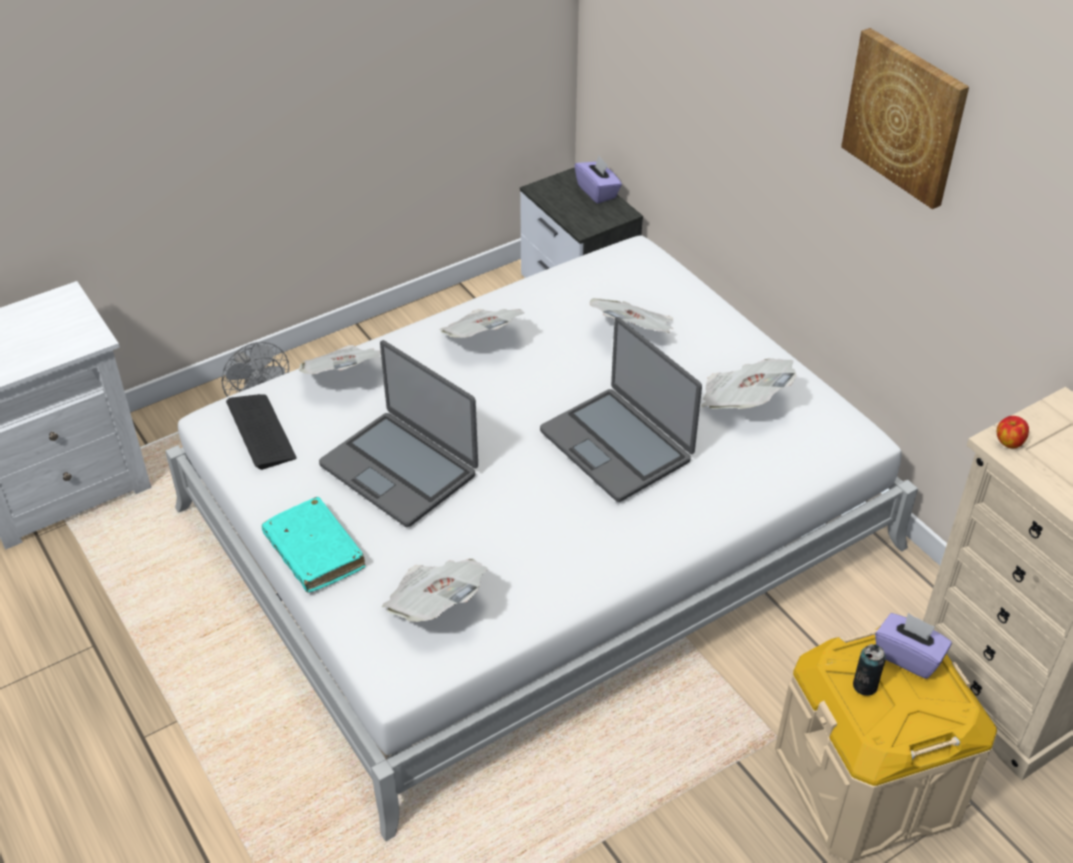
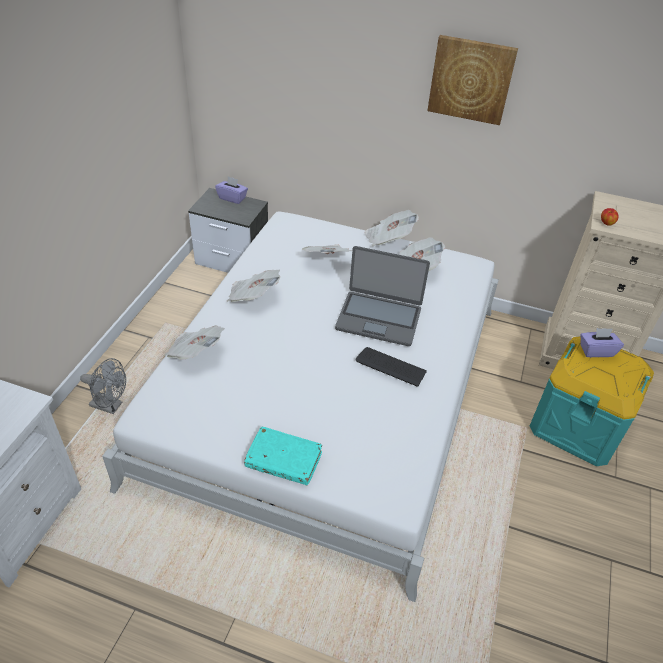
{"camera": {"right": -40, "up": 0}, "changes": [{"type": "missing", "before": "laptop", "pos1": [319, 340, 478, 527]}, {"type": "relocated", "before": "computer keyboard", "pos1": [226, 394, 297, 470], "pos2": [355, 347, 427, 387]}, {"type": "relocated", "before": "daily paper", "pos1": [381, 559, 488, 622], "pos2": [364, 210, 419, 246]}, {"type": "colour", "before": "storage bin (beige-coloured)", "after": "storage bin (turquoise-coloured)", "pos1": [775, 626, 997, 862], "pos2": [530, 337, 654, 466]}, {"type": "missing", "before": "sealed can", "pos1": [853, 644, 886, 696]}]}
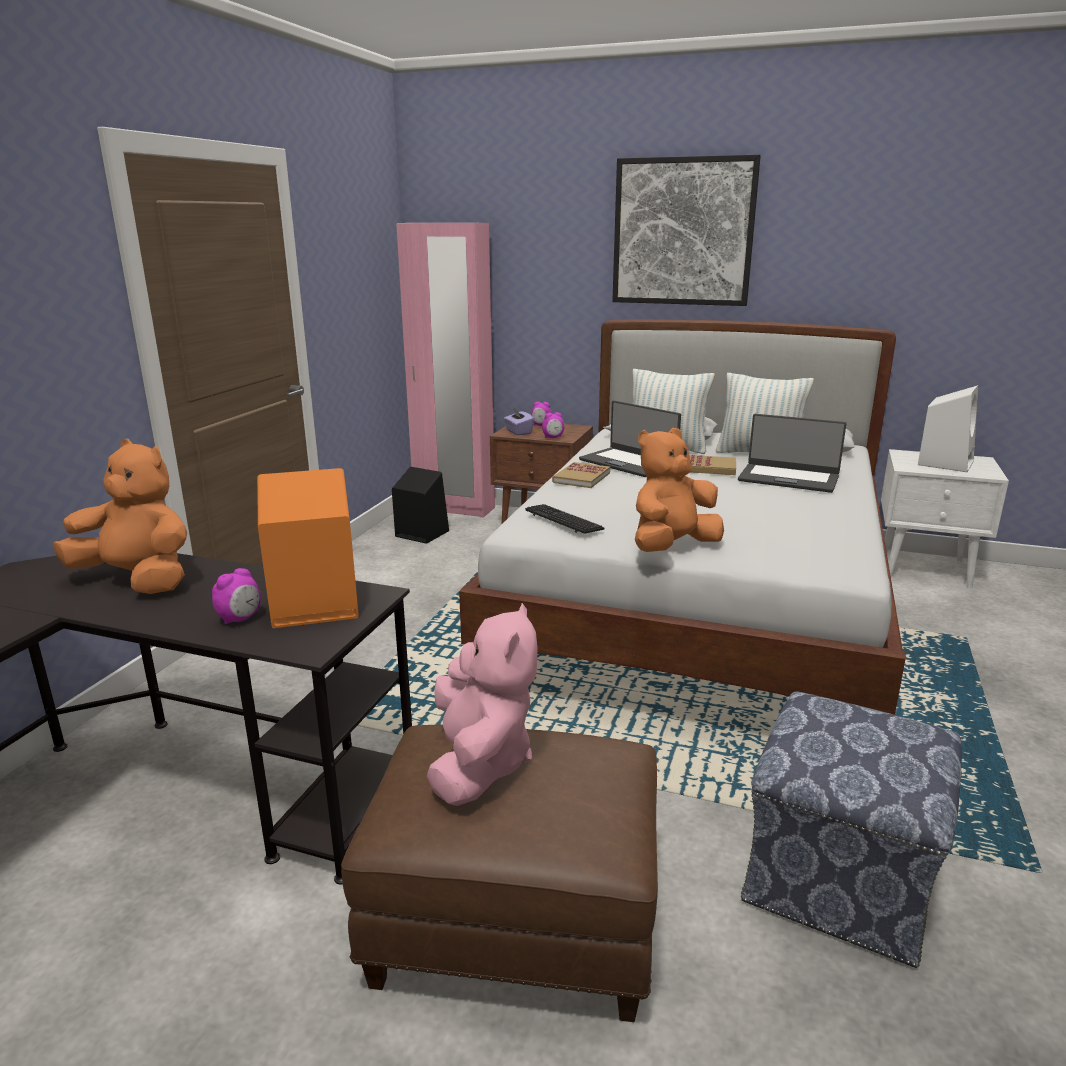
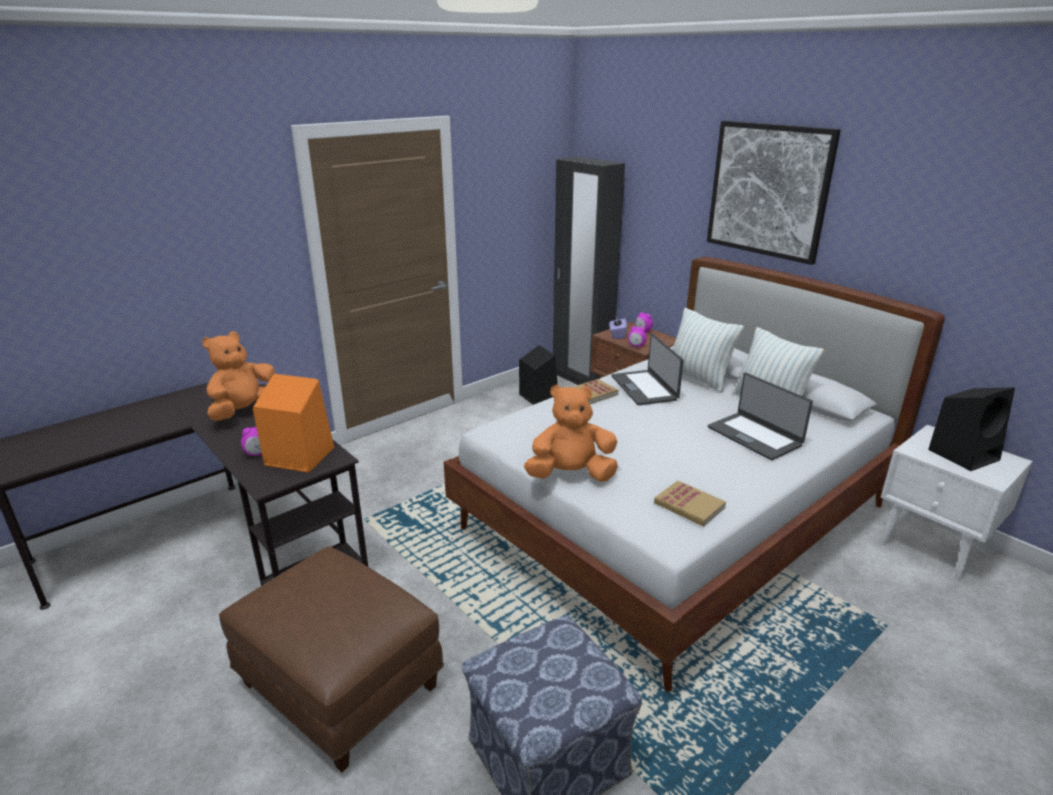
{"camera": {"right": 30, "up": 5}, "changes": [{"type": "colour", "before": "armoire (pinkish)", "after": "armoire (black-coloured)", "pos1": [396, 223, 495, 517], "pos2": [553, 157, 625, 385]}, {"type": "colour", "before": "audio speaker (white-coloured)", "after": "audio speaker (black-coloured)", "pos1": [918, 385, 978, 472], "pos2": [928, 387, 1015, 471]}, {"type": "spun", "before": "plush toy (orangey)", "pos1": [53, 438, 187, 594], "pos2": [202, 332, 274, 421], "turn": -105}, {"type": "relocated", "before": "bound book", "pos1": [689, 455, 736, 475], "pos2": [654, 480, 726, 527]}, {"type": "missing", "before": "computer keyboard", "pos1": [525, 504, 604, 534]}, {"type": "missing", "before": "plush toy (pinkish)", "pos1": [426, 603, 538, 806]}]}
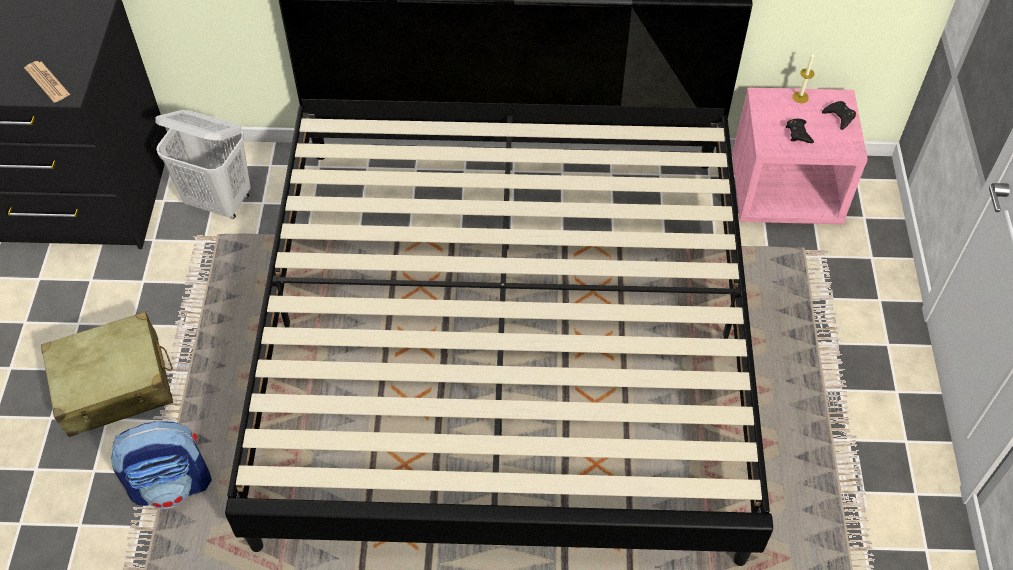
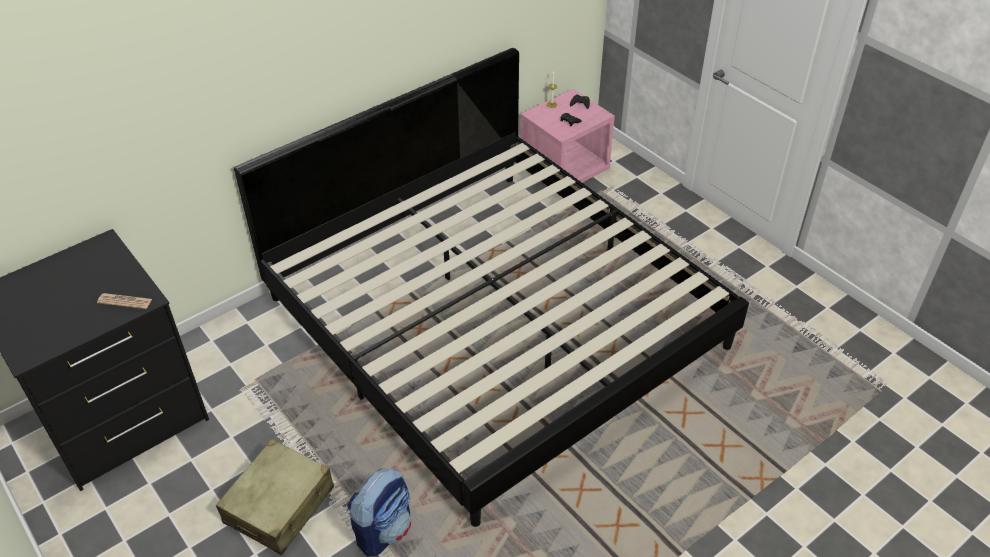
{"camera": {"right": -40, "up": -10}, "changes": [{"type": "missing", "before": "washing basket (white-coloured)", "pos1": [156, 110, 251, 219]}]}
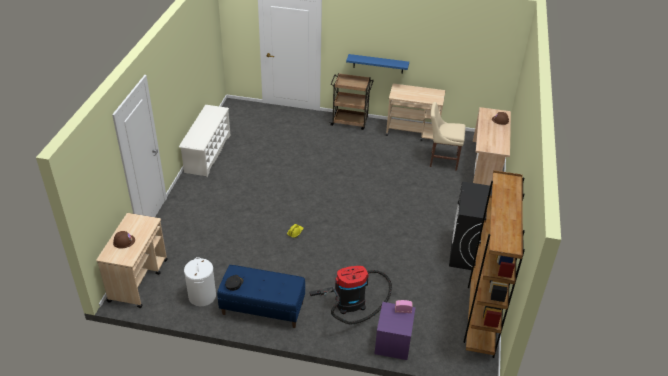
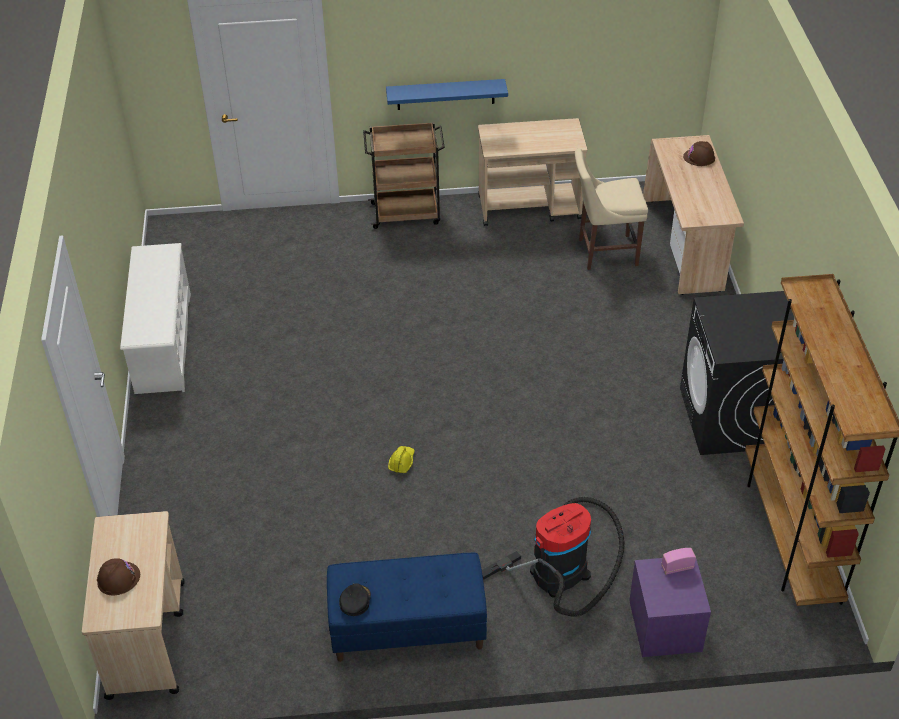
{"camera": {"right": -15, "up": 5}, "changes": [{"type": "missing", "before": "washing basket (white-coloured)", "pos1": [184, 257, 216, 306]}]}
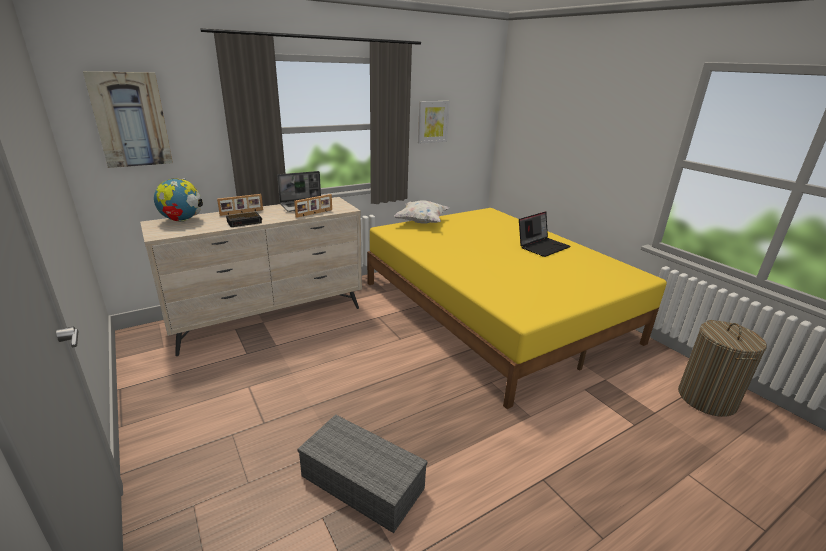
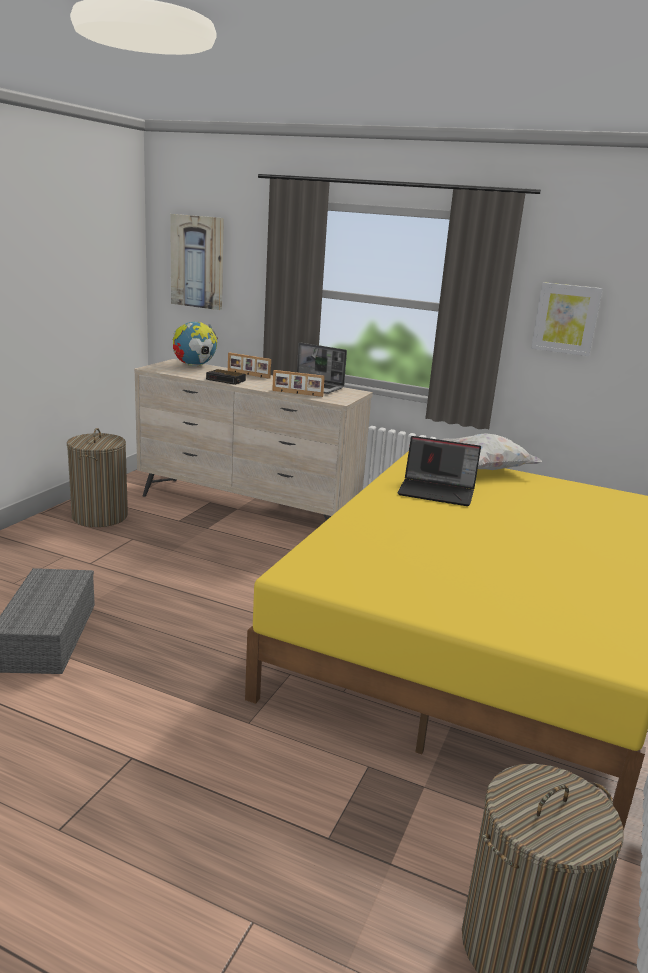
{"camera": {"right": 55, "up": -5}, "changes": [{"type": "relocated", "before": "laptop", "pos1": [519, 211, 570, 257], "pos2": [397, 436, 481, 506]}, {"type": "appeared", "after": "washing basket", "pos2": [67, 428, 128, 527]}]}
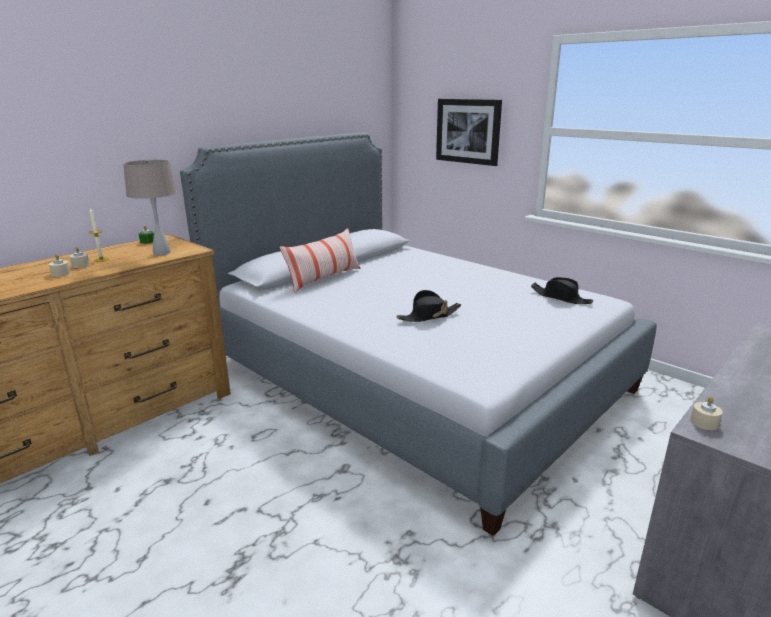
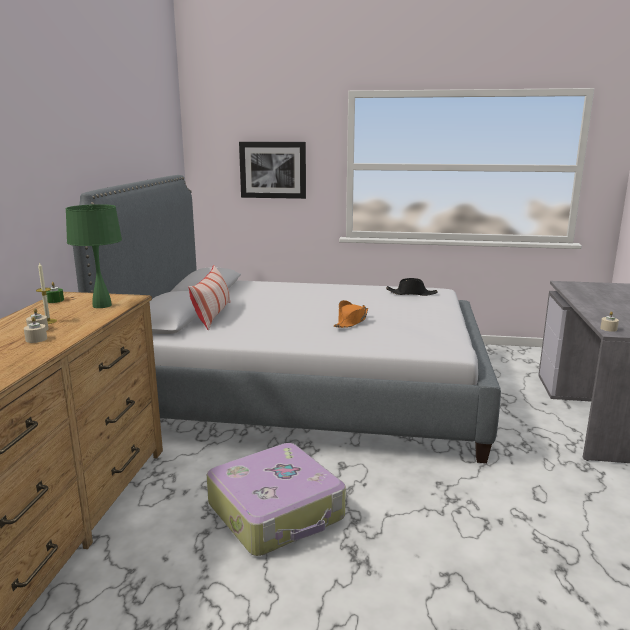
{"camera": {"right": -35, "up": -5}, "changes": [{"type": "colour", "before": "lamp for a table (beige-coloured)", "after": "lamp for a table (green-coloured)", "pos1": [123, 159, 177, 255], "pos2": [65, 204, 122, 308]}, {"type": "colour", "before": "hat (black-coloured)", "after": "hat (orangey)", "pos1": [396, 290, 461, 322], "pos2": [334, 300, 368, 328]}, {"type": "appeared", "after": "suitcase", "pos2": [207, 443, 346, 556]}]}
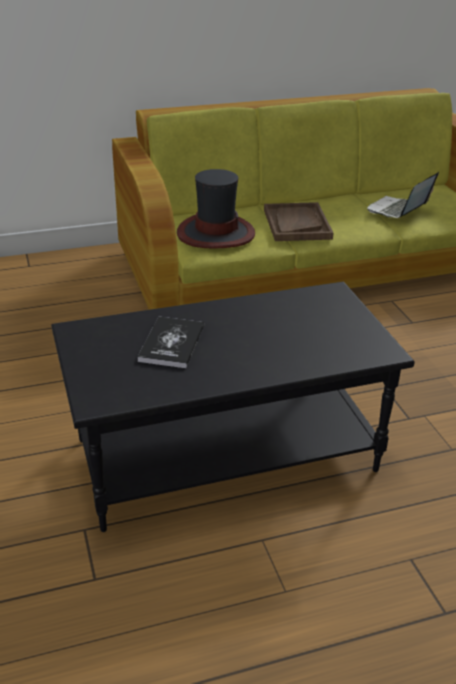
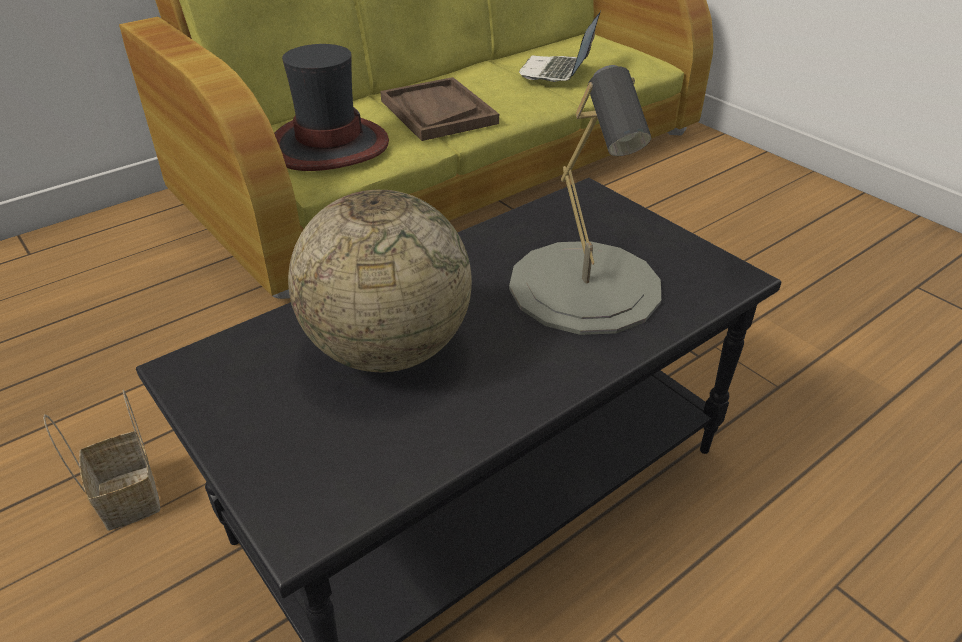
{"camera": {"right": -20, "up": 5}, "changes": [{"type": "exchanged", "before": "bound book", "after": "globe", "pos1": [138, 316, 204, 368], "pos2": [288, 190, 472, 372]}, {"type": "appeared", "after": "lamp for a table (grey)", "pos2": [509, 65, 661, 335]}, {"type": "appeared", "after": "household basket", "pos2": [43, 389, 160, 531]}]}
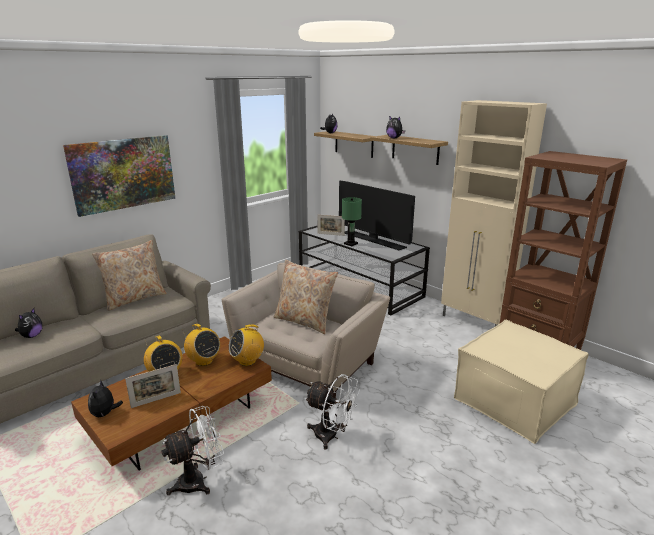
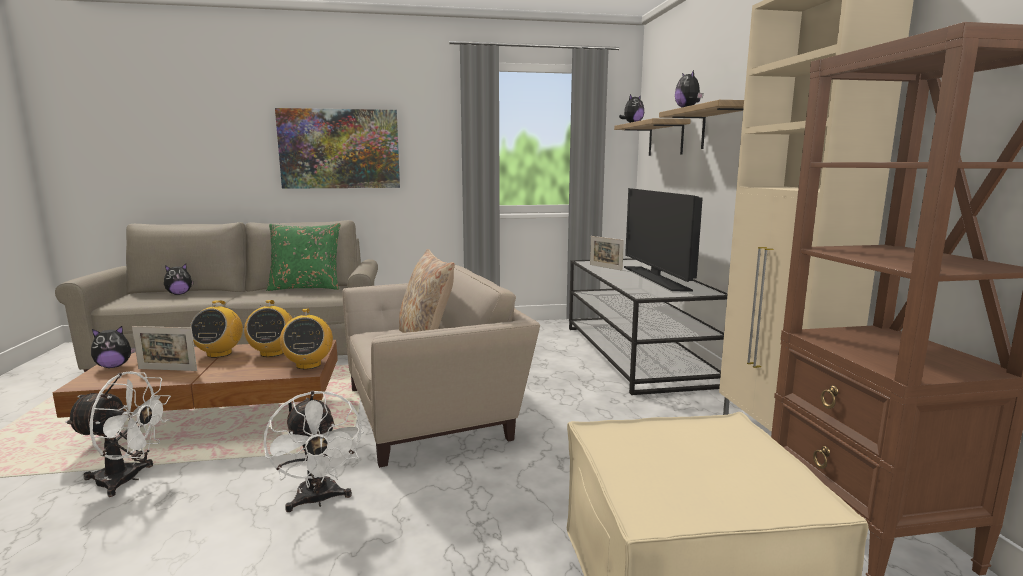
{"camera": {"right": 35, "up": -10}, "changes": [{"type": "missing", "before": "lamp for a table (green-coloured)", "pos1": [342, 197, 362, 246]}, {"type": "colour", "before": "pillow (beige-coloured)", "after": "pillow (green-coloured)", "pos1": [92, 240, 167, 311], "pos2": [266, 223, 341, 291]}, {"type": "spun", "before": "radio", "pos1": [229, 324, 264, 366], "pos2": [280, 309, 333, 370], "turn": -105}, {"type": "spun", "before": "plush toy", "pos1": [88, 379, 123, 417], "pos2": [91, 326, 136, 368], "turn": -150}]}
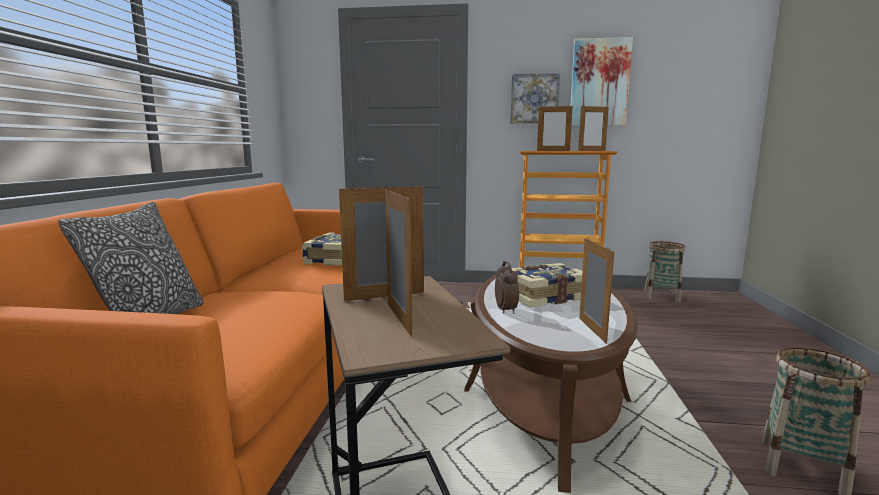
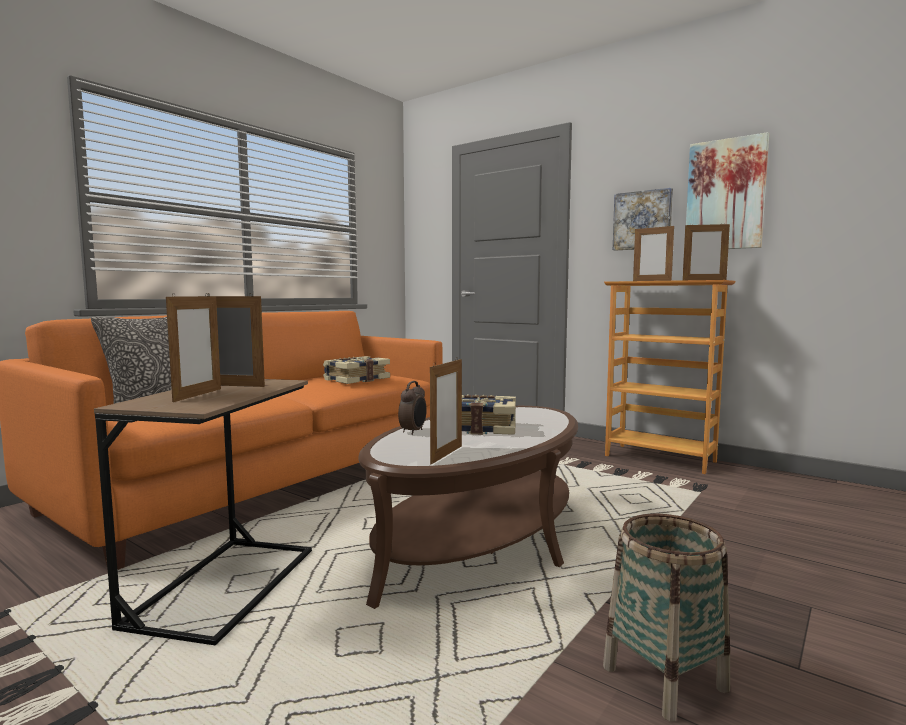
{"camera": {"right": 30, "up": -5}, "changes": [{"type": "missing", "before": "household basket", "pos1": [645, 241, 686, 302]}]}
